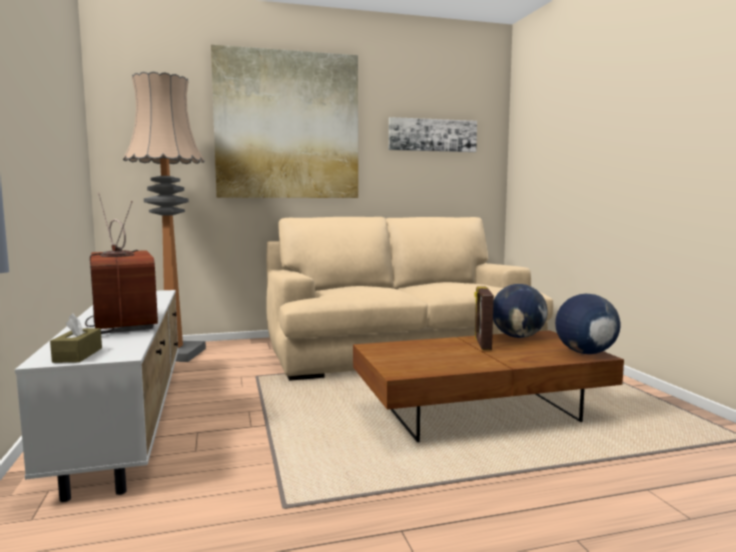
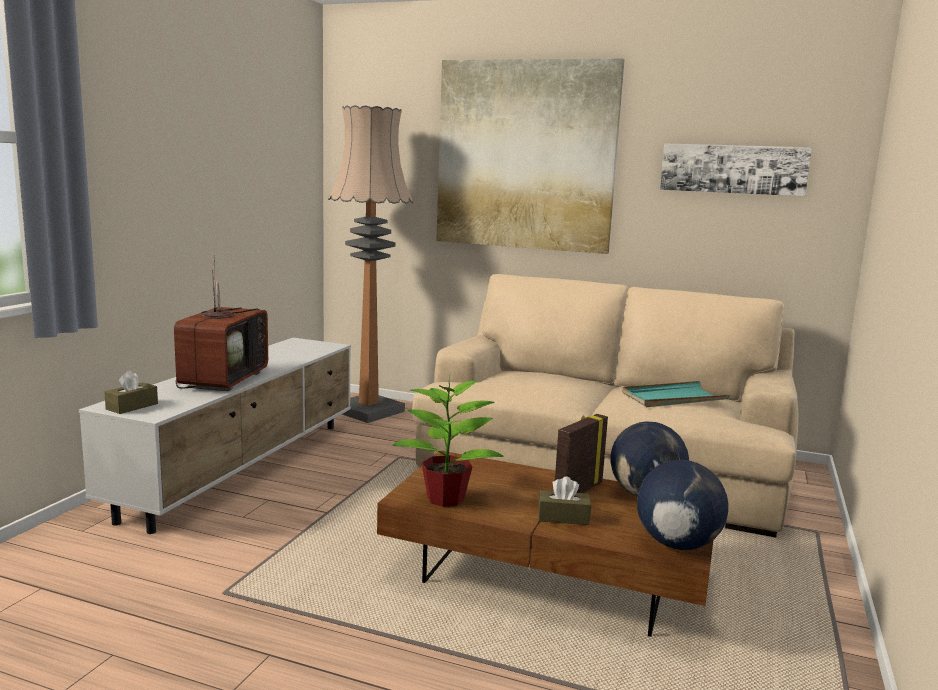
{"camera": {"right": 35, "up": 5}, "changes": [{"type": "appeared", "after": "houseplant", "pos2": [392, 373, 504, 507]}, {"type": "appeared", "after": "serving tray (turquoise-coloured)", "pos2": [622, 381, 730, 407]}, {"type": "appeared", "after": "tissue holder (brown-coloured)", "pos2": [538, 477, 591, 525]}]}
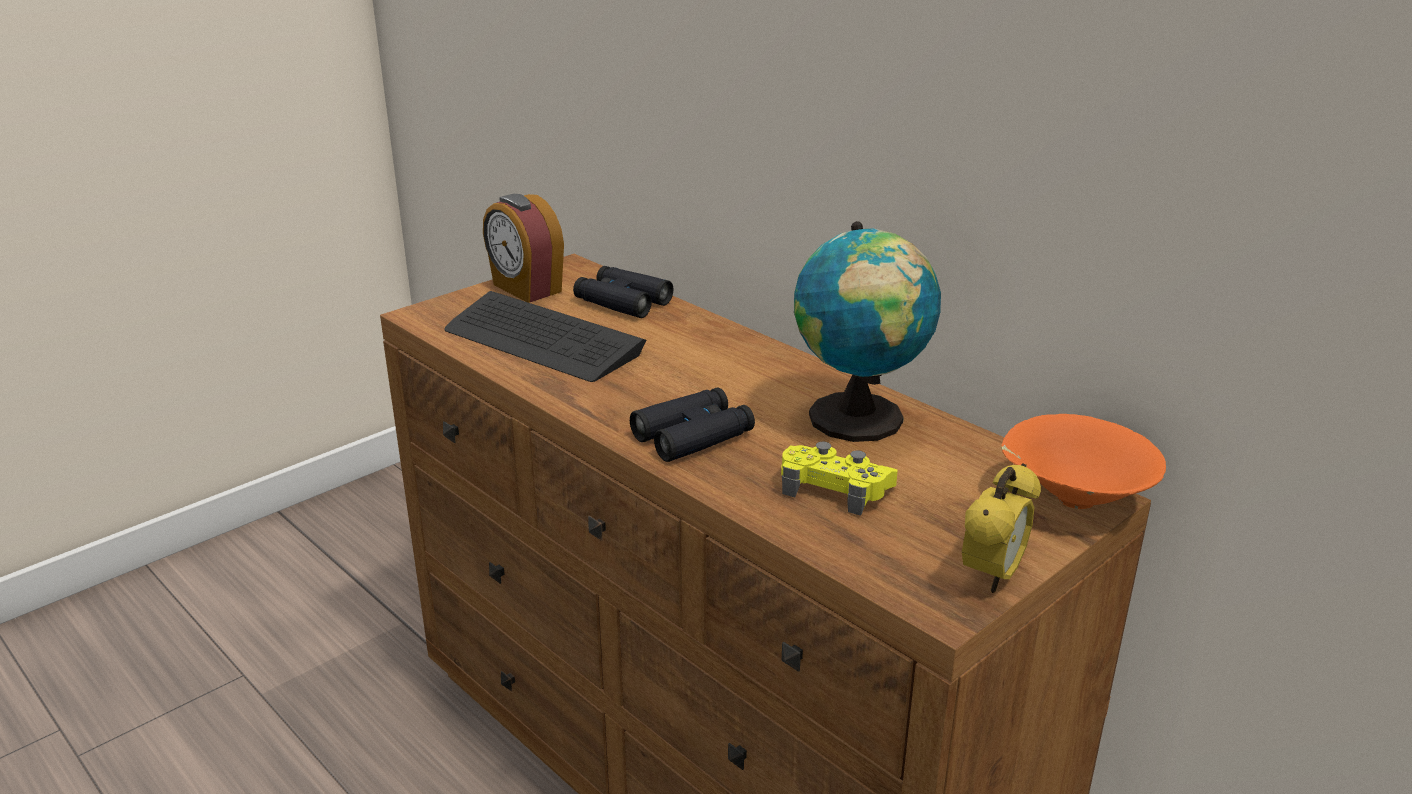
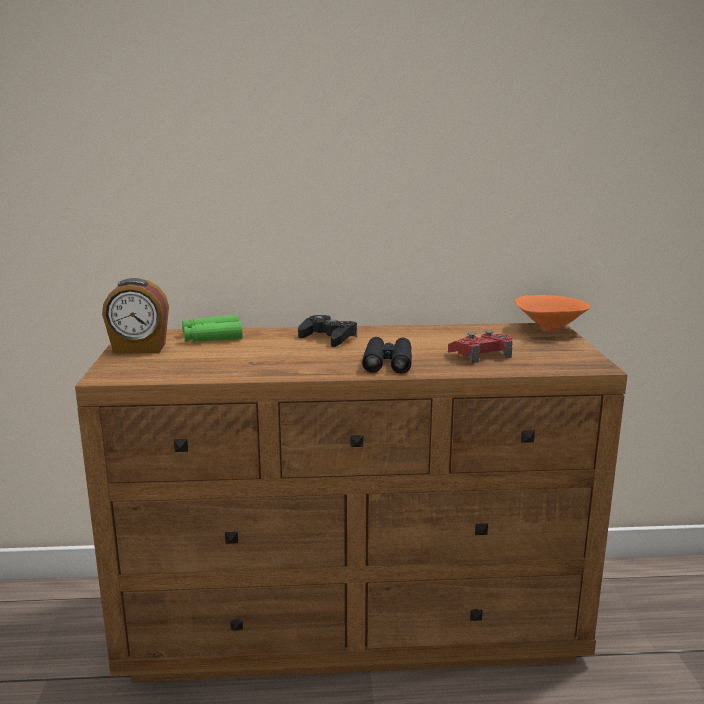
{"camera": {"right": -50, "up": -10}, "changes": [{"type": "missing", "before": "globe", "pos1": [794, 221, 941, 442]}, {"type": "colour", "before": "pair of binoculars (black-coloured)", "after": "pair of binoculars (green-coloured)", "pos1": [573, 266, 673, 318], "pos2": [182, 315, 242, 342]}, {"type": "missing", "before": "computer keyboard", "pos1": [444, 291, 646, 382]}, {"type": "colour", "before": "game controller (yellowish)", "after": "game controller (reddish)", "pos1": [781, 441, 898, 516], "pos2": [448, 330, 513, 363]}, {"type": "missing", "before": "bedside clock", "pos1": [962, 463, 1041, 593]}, {"type": "appeared", "after": "game controller (black-coloured)", "pos2": [298, 315, 357, 347]}]}
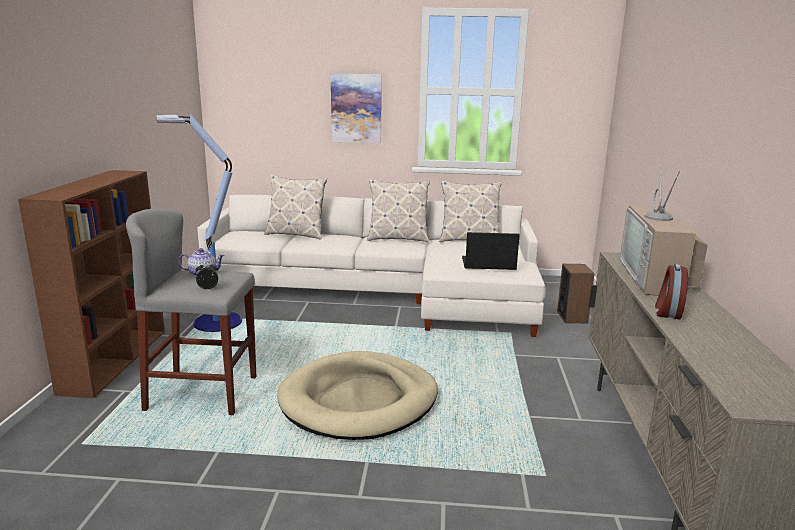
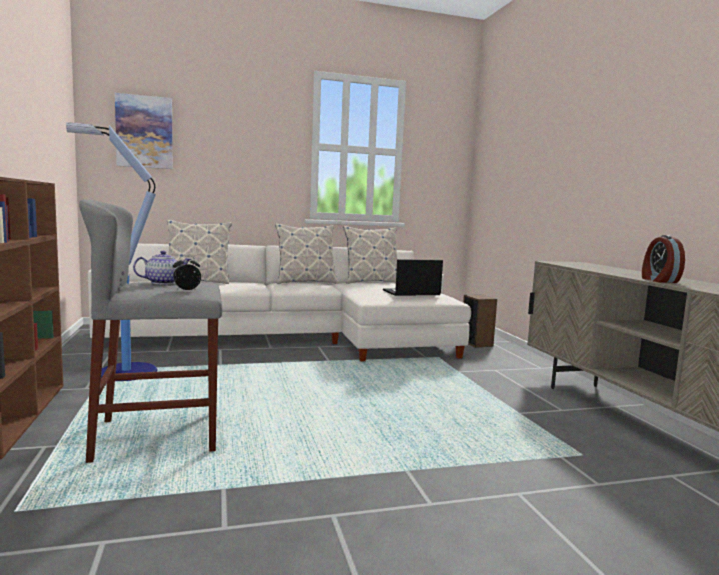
{"camera": {"right": -20, "up": -10}, "changes": [{"type": "relocated", "before": "wall picture", "pos1": [331, 73, 382, 143], "pos2": [115, 93, 173, 169]}, {"type": "missing", "before": "television", "pos1": [620, 160, 708, 296]}, {"type": "missing", "before": "pet bed (beige-coloured)", "pos1": [277, 351, 438, 440]}]}
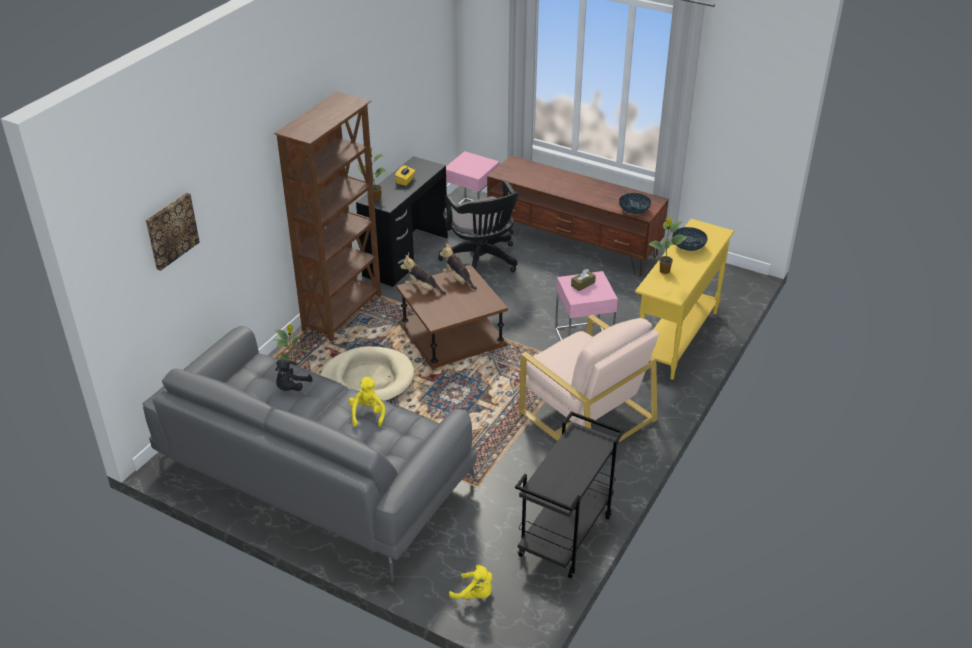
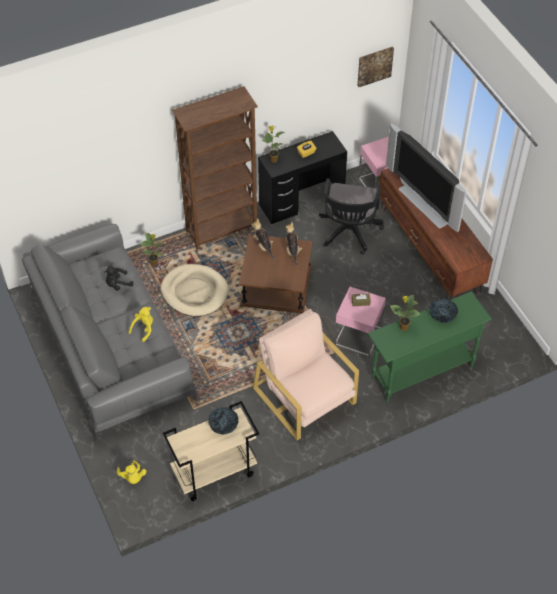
{"camera": {"right": 35, "up": 15}, "changes": [{"type": "relocated", "before": "wall picture", "pos1": [146, 193, 200, 271], "pos2": [357, 47, 394, 87]}, {"type": "relocated", "before": "serving bowl", "pos1": [619, 193, 651, 214], "pos2": [208, 407, 238, 435]}, {"type": "colour", "before": "narrow table (yellowish)", "after": "narrow table (green-coloured)", "pos1": [635, 219, 734, 380], "pos2": [368, 291, 492, 403]}, {"type": "spun", "before": "armchair (beige-coloured)", "pos1": [519, 314, 659, 442], "pos2": [253, 309, 359, 440], "turn": 150}, {"type": "colour", "before": "cart (black-coloured)", "after": "cart (beige-coloured)", "pos1": [515, 411, 624, 578], "pos2": [163, 401, 259, 501]}, {"type": "appeared", "after": "television", "pos2": [386, 124, 466, 232]}]}
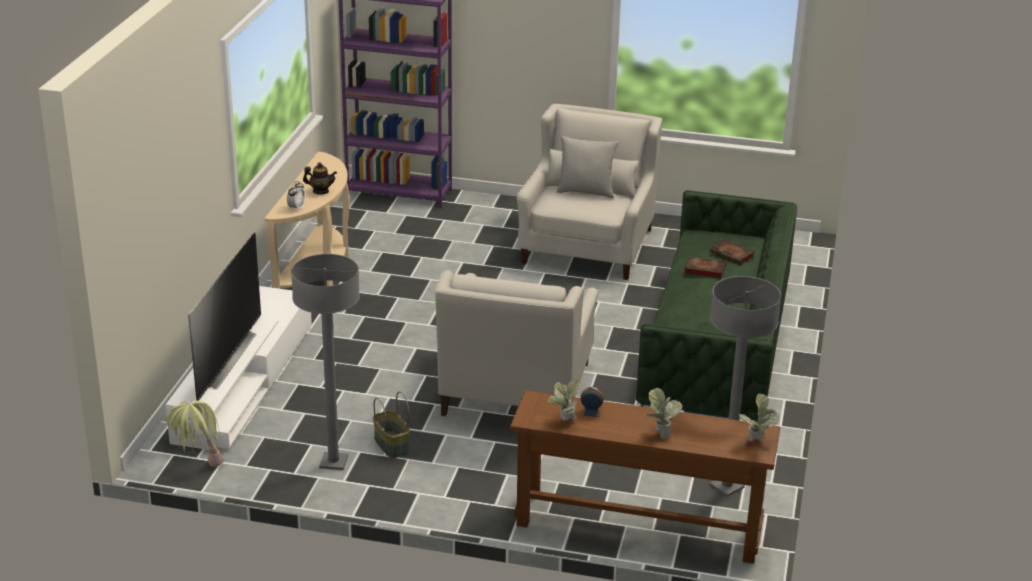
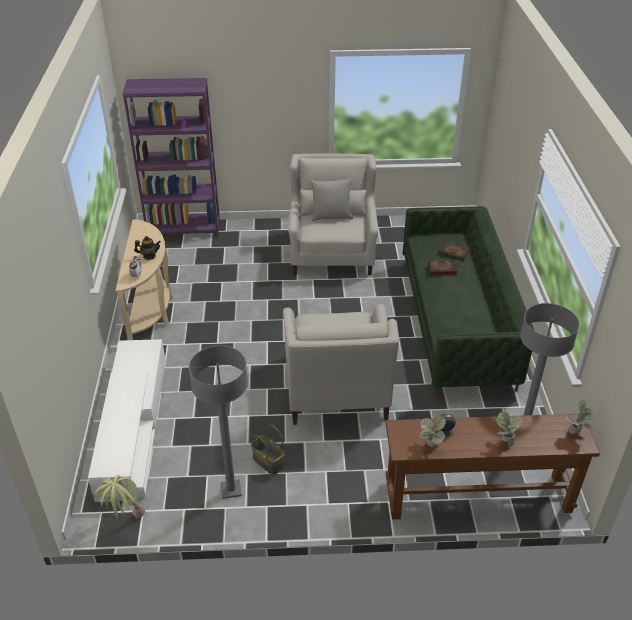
{"camera": {"right": -15, "up": 10}, "changes": [{"type": "missing", "before": "television", "pos1": [188, 233, 261, 401]}]}
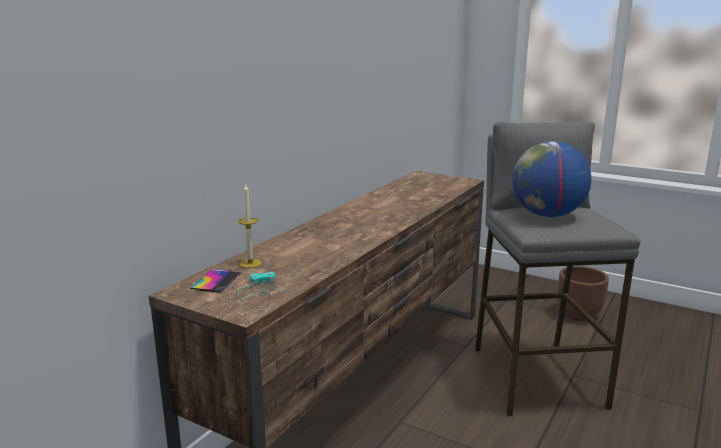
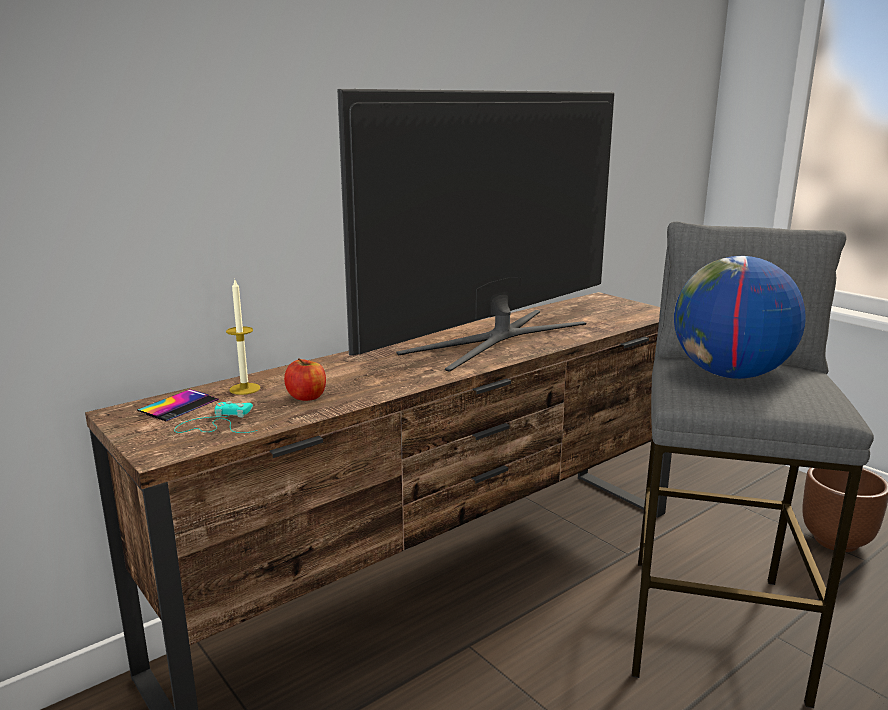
{"camera": {"right": 20, "up": 0}, "changes": [{"type": "appeared", "after": "television", "pos2": [337, 89, 614, 371]}, {"type": "appeared", "after": "apple fruit", "pos2": [284, 358, 326, 401]}]}
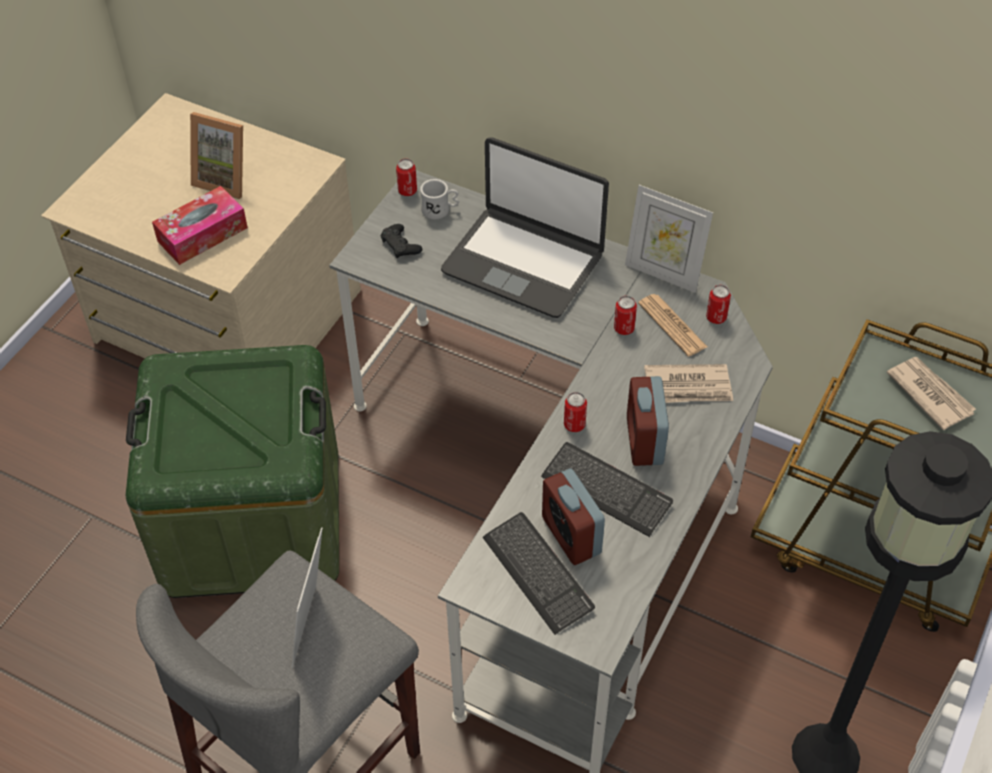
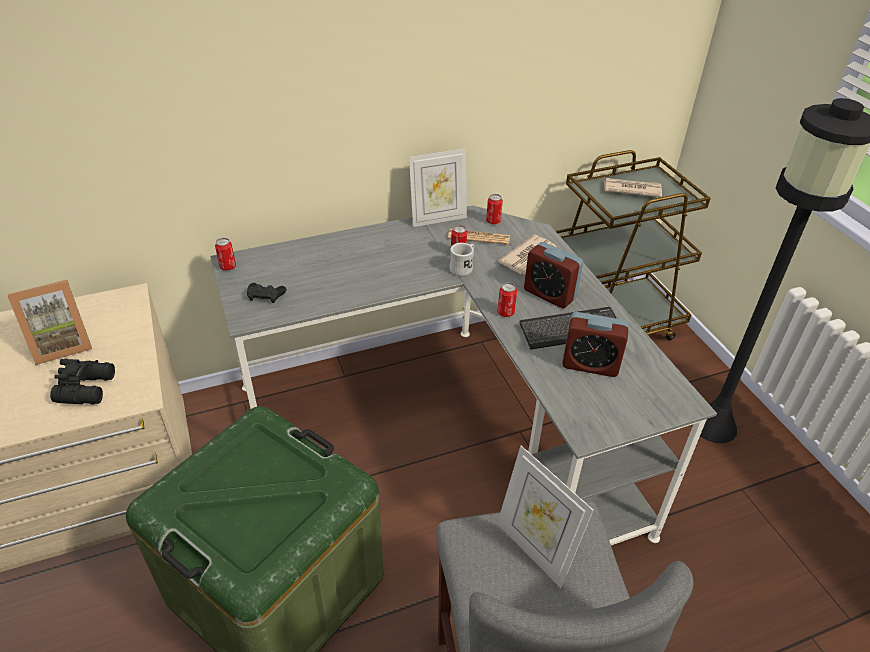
{"camera": {"right": -50, "up": -10}, "changes": [{"type": "missing", "before": "laptop", "pos1": [441, 137, 609, 318]}, {"type": "relocated", "before": "mug (white-coloured)", "pos1": [420, 179, 459, 220], "pos2": [449, 243, 474, 276]}, {"type": "exchanged", "before": "tissue holder", "after": "pair of binoculars (black-coloured)", "pos1": [152, 186, 248, 265], "pos2": [50, 359, 115, 404]}, {"type": "missing", "before": "computer keyboard", "pos1": [483, 512, 595, 635]}]}
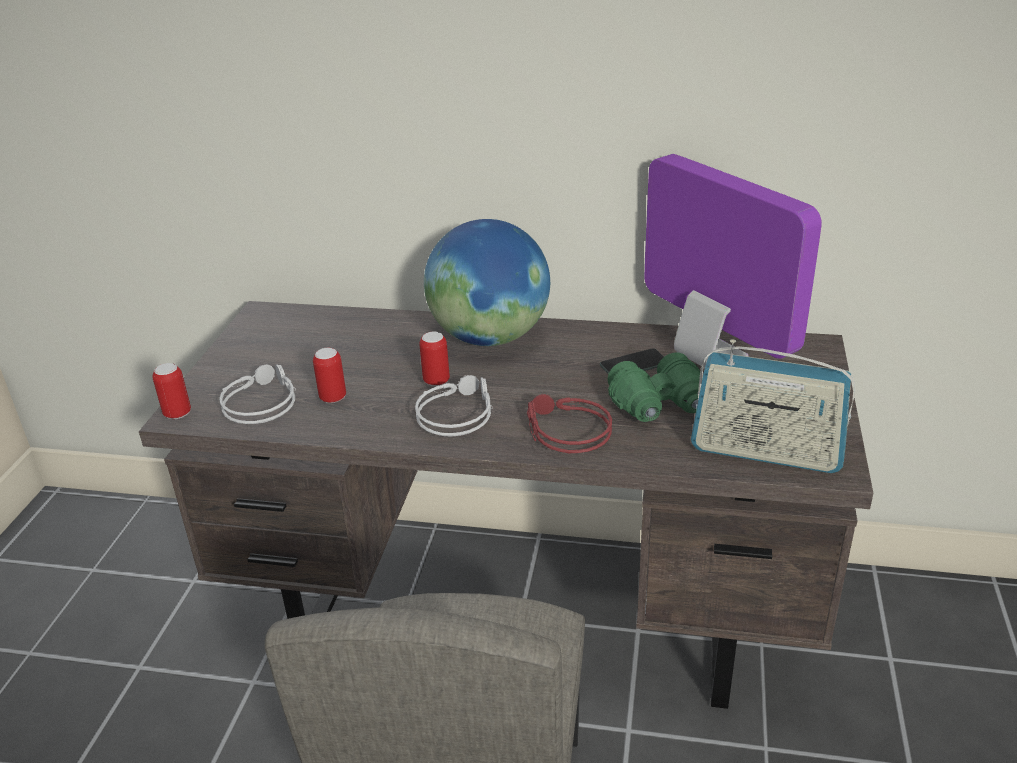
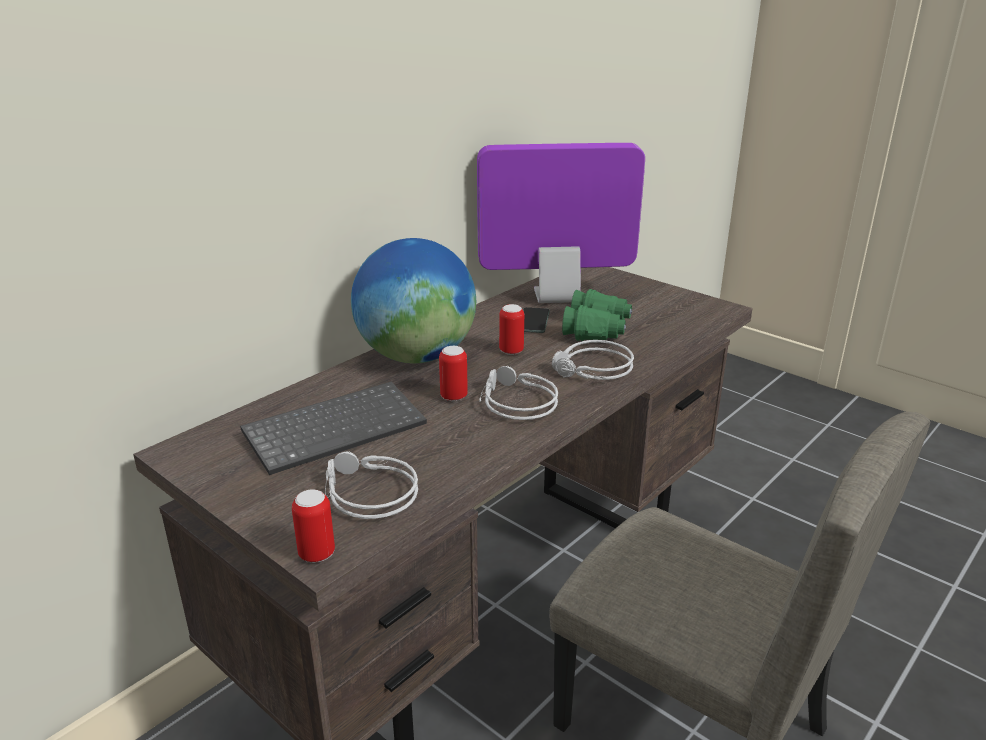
{"camera": {"right": -60, "up": -5}, "changes": [{"type": "missing", "before": "radio", "pos1": [691, 339, 856, 473]}, {"type": "relocated", "before": "sealed can", "pos1": [313, 348, 346, 403], "pos2": [499, 304, 524, 355]}, {"type": "colour", "before": "headphones (reddish)", "after": "headphones (grey)", "pos1": [527, 394, 612, 453], "pos2": [552, 340, 634, 380]}, {"type": "appeared", "after": "computer keyboard", "pos2": [240, 382, 427, 475]}]}
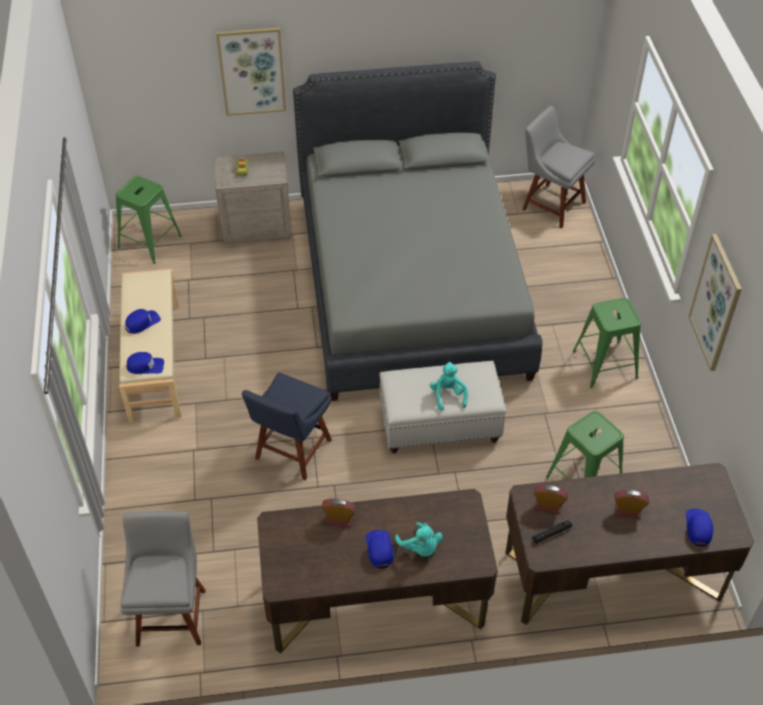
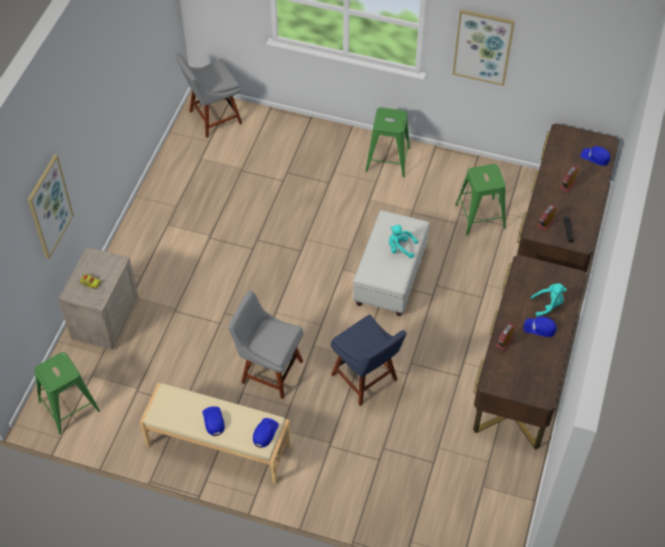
{"camera": {"right": -65, "up": 5}, "changes": [{"type": "missing", "before": "sleeping bed (grey)", "pos1": [293, 61, 543, 401]}, {"type": "relocated", "before": "chair (grey)", "pos1": [120, 511, 205, 647], "pos2": [228, 290, 304, 399]}]}
